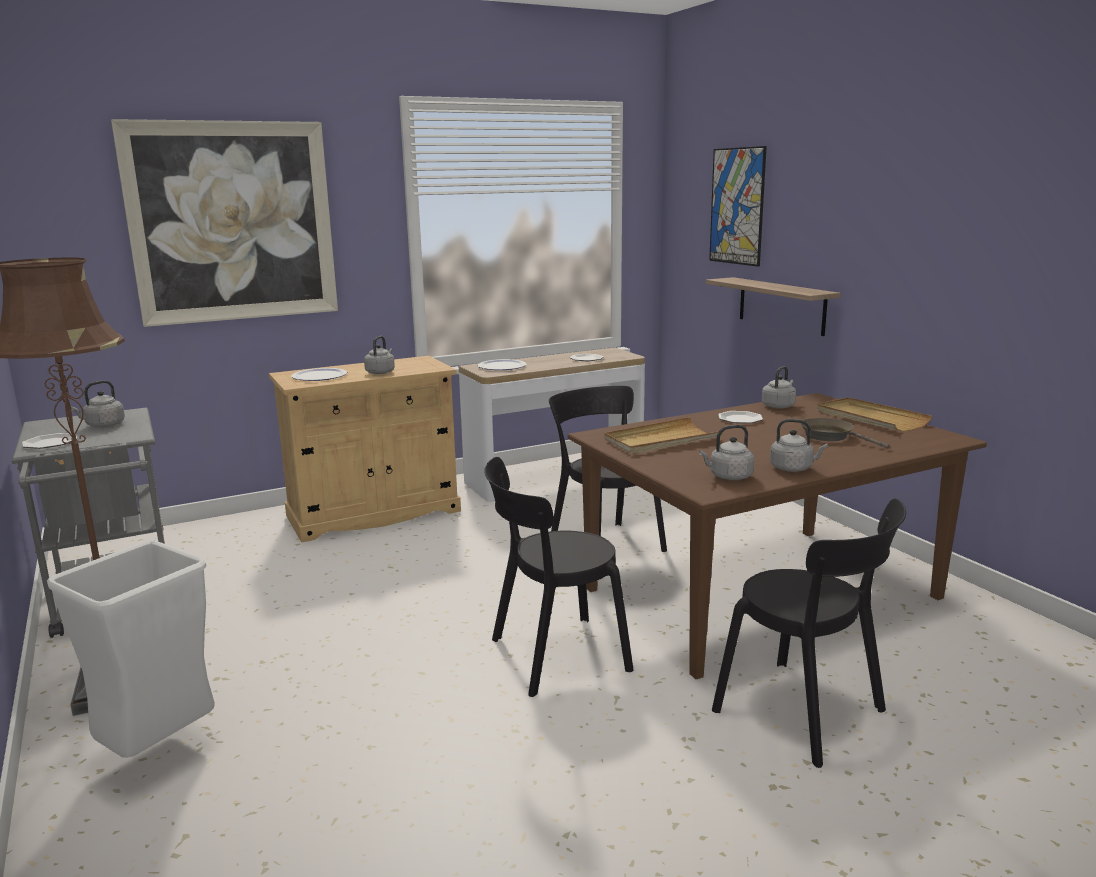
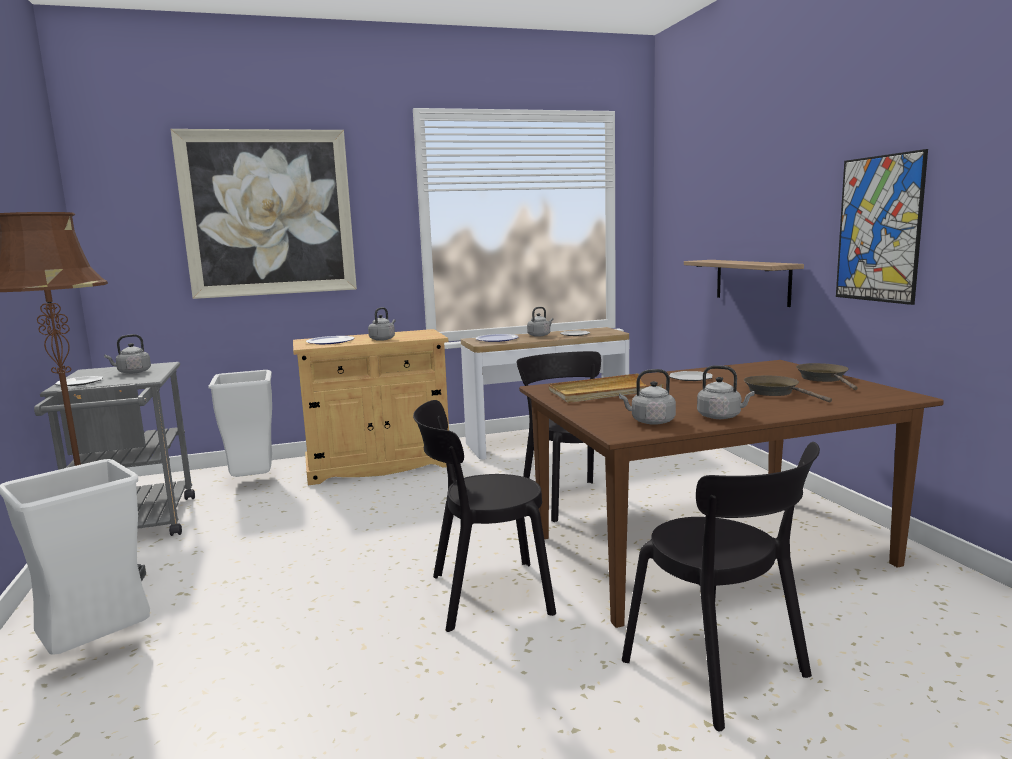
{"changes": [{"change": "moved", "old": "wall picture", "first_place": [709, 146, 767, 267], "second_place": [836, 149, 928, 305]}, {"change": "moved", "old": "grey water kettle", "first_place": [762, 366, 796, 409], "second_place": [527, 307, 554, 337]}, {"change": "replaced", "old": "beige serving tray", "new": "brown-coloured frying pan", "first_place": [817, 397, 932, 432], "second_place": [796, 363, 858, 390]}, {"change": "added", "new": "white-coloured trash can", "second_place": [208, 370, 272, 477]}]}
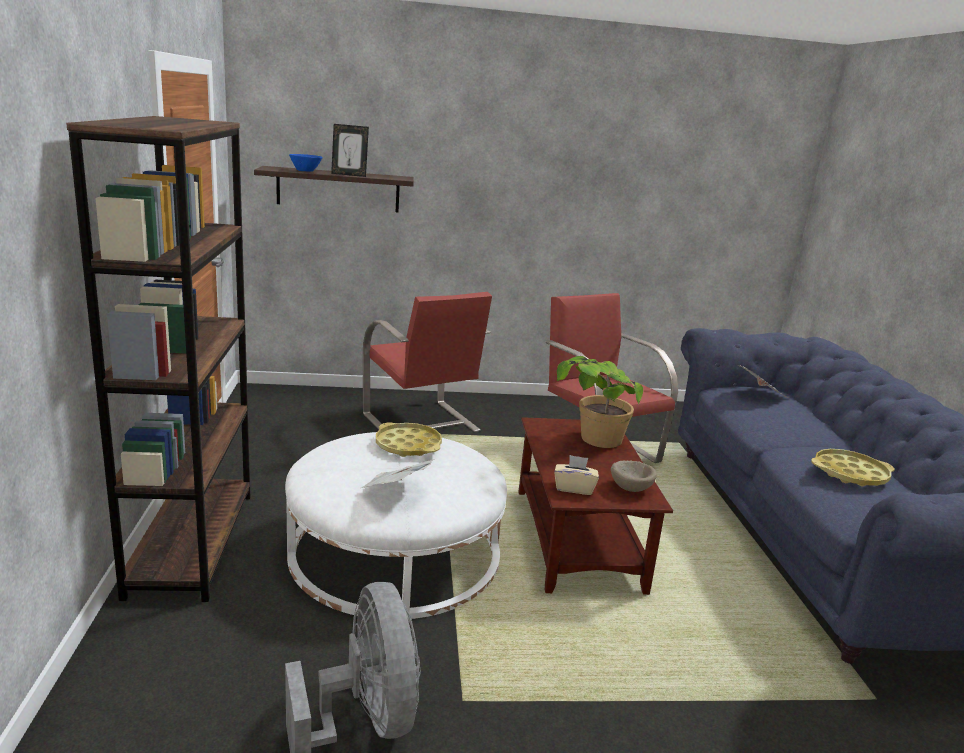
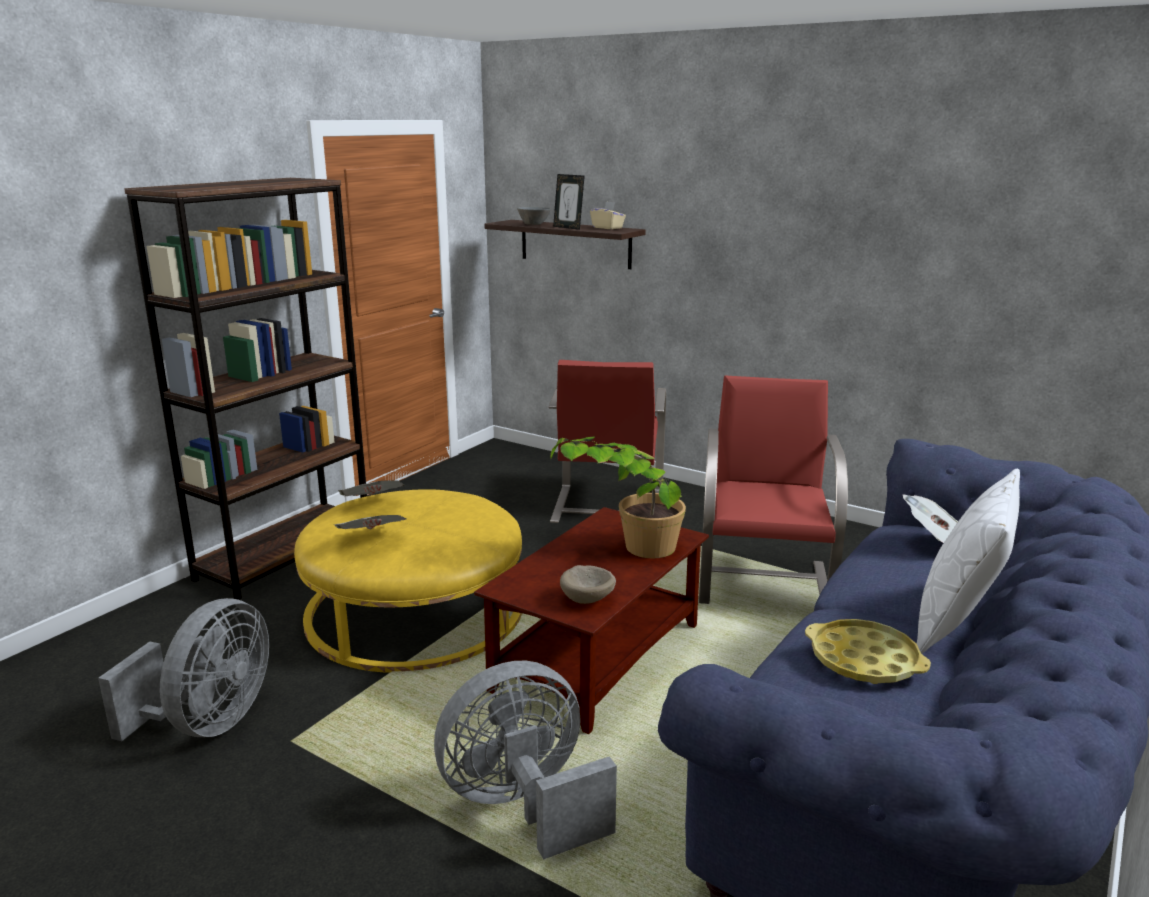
{"changes": [{"change": "recoloured", "old": "blue-coloured deep dish", "new": "grey deep dish", "first_place": [289, 154, 323, 172], "second_place": [517, 207, 551, 225]}, {"change": "removed", "old": "yellow serving tray", "first_place": [376, 422, 442, 457]}, {"change": "recoloured", "old": "white-coloured ottoman", "new": "yellow ottoman", "first_place": [285, 432, 507, 619], "second_place": [294, 489, 522, 673]}, {"change": "moved", "old": "beige box of tissues", "first_place": [554, 455, 599, 495], "second_place": [590, 201, 626, 229]}, {"change": "added", "new": "white-coloured throw pillow", "second_place": [917, 468, 1020, 654]}, {"change": "added", "new": "printed paper", "second_place": [338, 480, 404, 496]}, {"change": "added", "new": "grey cooling fan", "second_place": [434, 661, 617, 860]}]}
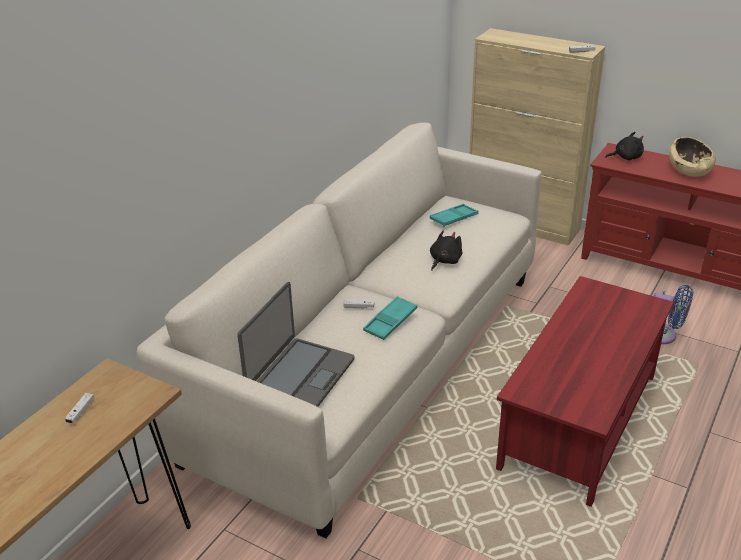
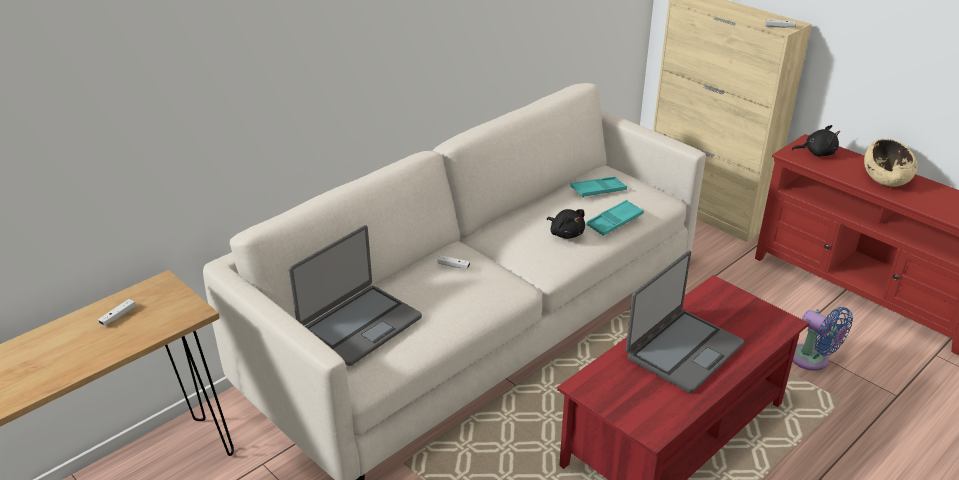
{"changes": [{"change": "turned", "old": "black-coloured soft toy", "first_place": [430, 230, 463, 271], "second_place": [547, 209, 585, 239], "degrees": 90}, {"change": "moved", "old": "turquoise-coloured serving tray", "first_place": [363, 296, 417, 340], "second_place": [586, 200, 644, 236]}, {"change": "added", "new": "portable computer", "second_place": [626, 251, 744, 393]}]}
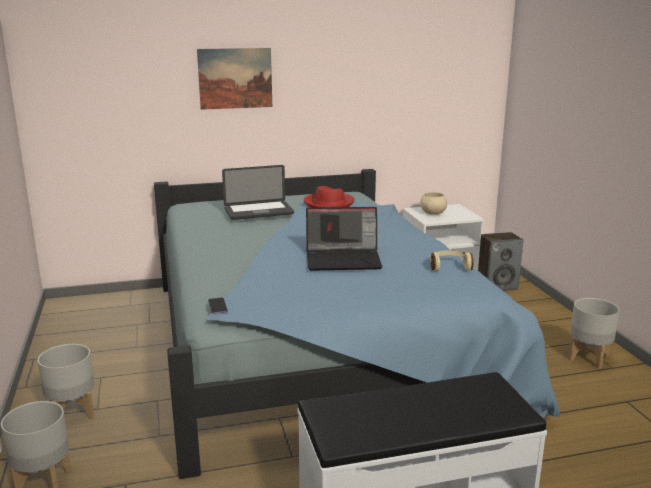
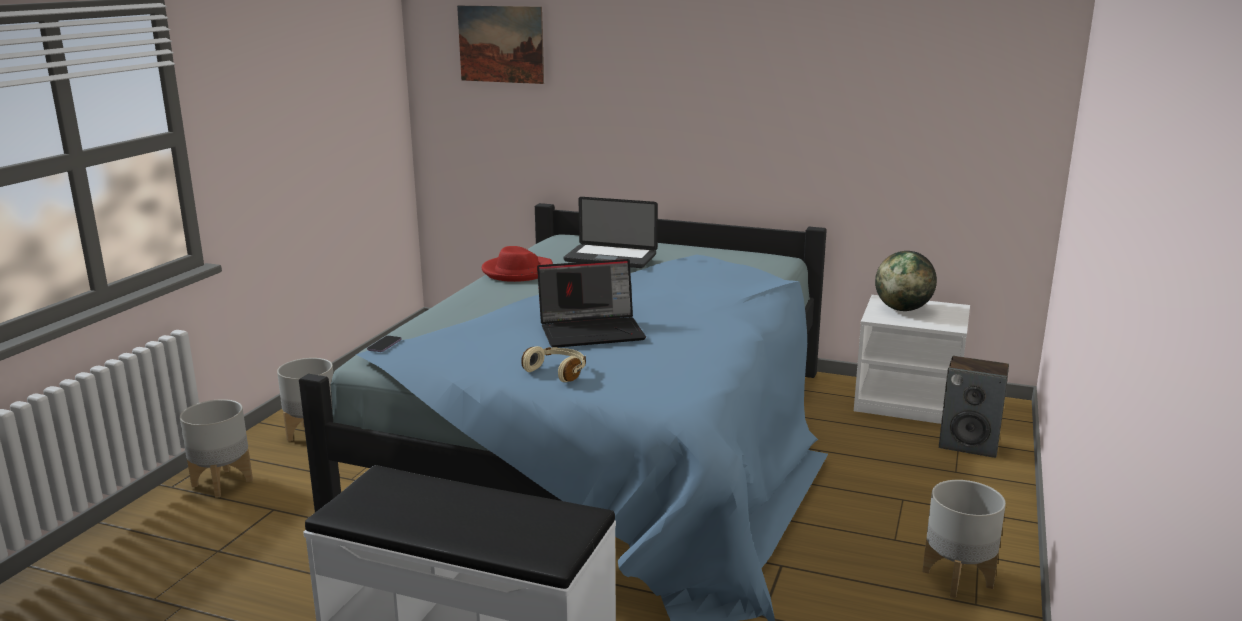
{"changes": [{"change": "moved", "old": "wall picture", "first_place": [197, 48, 272, 110], "second_place": [457, 5, 544, 84]}, {"change": "moved", "old": "reddish hat", "first_place": [304, 186, 355, 208], "second_place": [482, 246, 553, 282]}, {"change": "replaced", "old": "beige deep dish", "new": "globe", "first_place": [420, 192, 447, 214], "second_place": [875, 251, 937, 311]}, {"change": "turned", "old": "portable computer", "first_place": [306, 207, 382, 271], "second_place": [537, 259, 646, 348], "degrees": -45}, {"change": "moved", "old": "beige pair of headphones", "first_place": [430, 250, 473, 271], "second_place": [521, 346, 586, 382]}]}
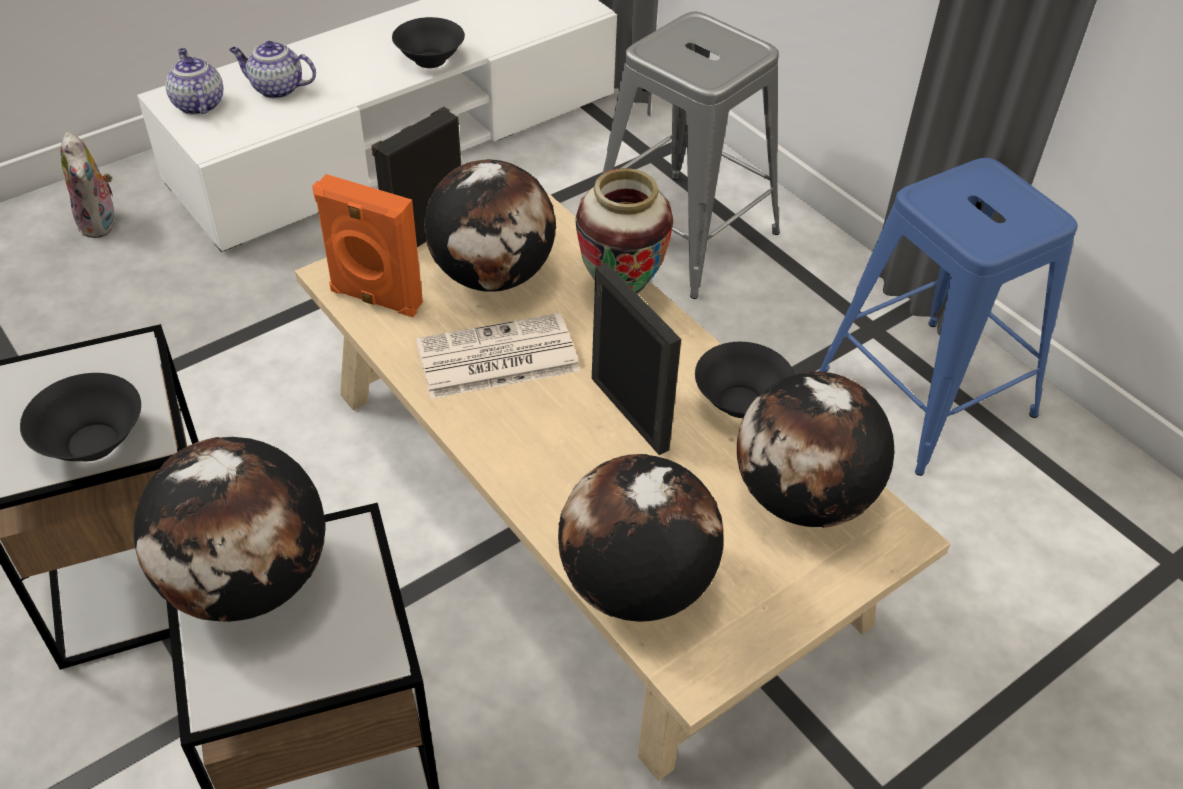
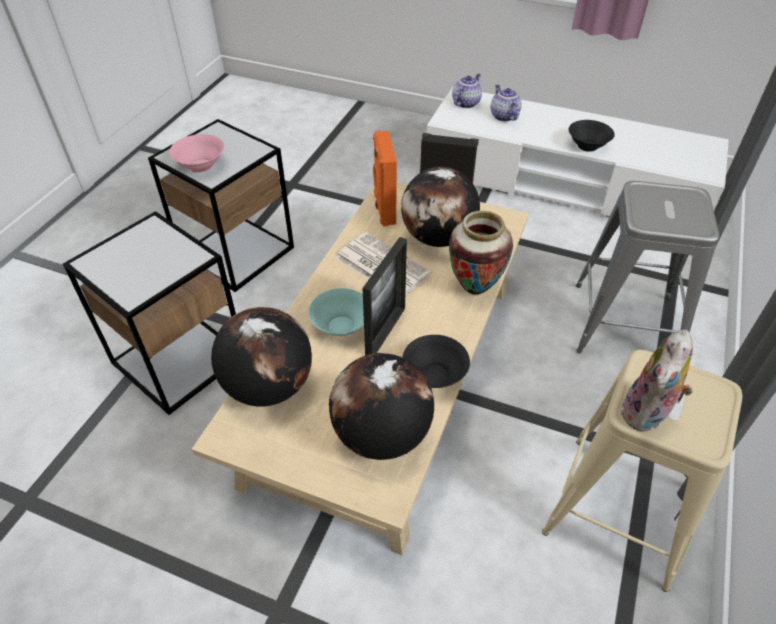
{"changes": [{"change": "moved", "old": "soft toy", "first_place": [61, 132, 115, 238], "second_place": [621, 329, 693, 432]}, {"change": "recoloured", "old": "blue-coloured stool seat", "new": "beige stool seat", "first_place": [819, 158, 1078, 476], "second_place": [542, 350, 743, 592]}, {"change": "recoloured", "old": "black-coloured deep dish", "new": "pinkish deep dish", "first_place": [20, 373, 141, 461], "second_place": [169, 134, 224, 173]}, {"change": "removed", "old": "globe", "first_place": [134, 437, 326, 622]}, {"change": "added", "new": "turquoise-coloured deep dish", "second_place": [308, 288, 364, 336]}]}
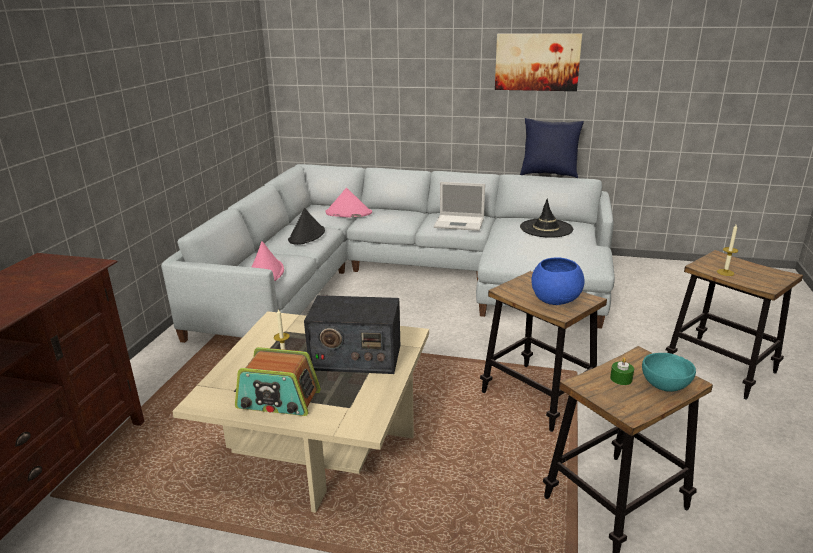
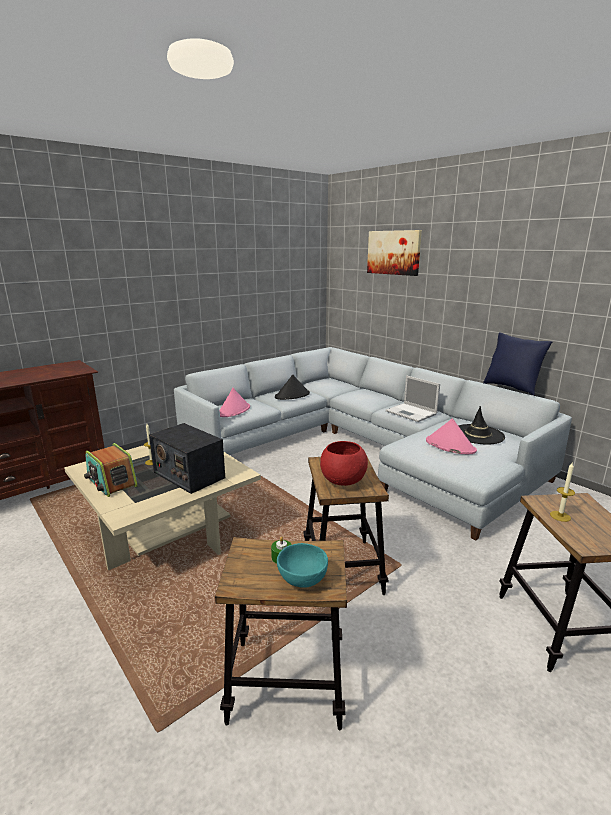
{"changes": [{"change": "moved", "old": "wall picture", "first_place": [495, 33, 582, 91], "second_place": [367, 230, 422, 276]}, {"change": "moved", "old": "pinkish hat", "first_place": [326, 188, 372, 218], "second_place": [426, 418, 477, 454]}, {"change": "recoloured", "old": "blue-coloured deep dish", "new": "reddish deep dish", "first_place": [531, 257, 585, 305], "second_place": [320, 441, 368, 486]}]}
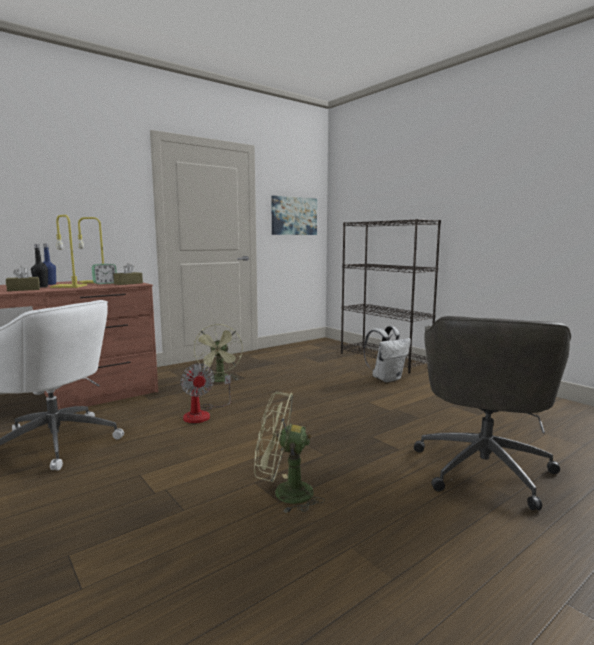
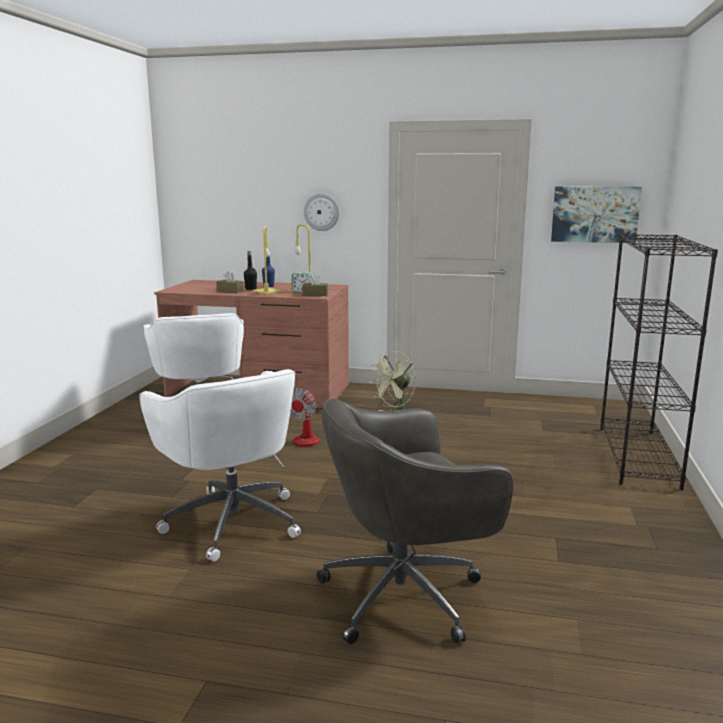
{"changes": [{"change": "removed", "old": "white-coloured knapsack", "first_place": [364, 326, 411, 382]}, {"change": "replaced", "old": "green-coloured cooling fan", "new": "white-coloured office chair", "first_place": [254, 392, 325, 513], "second_place": [139, 369, 301, 562]}, {"change": "added", "new": "clock on the wall", "second_place": [304, 193, 339, 231]}]}
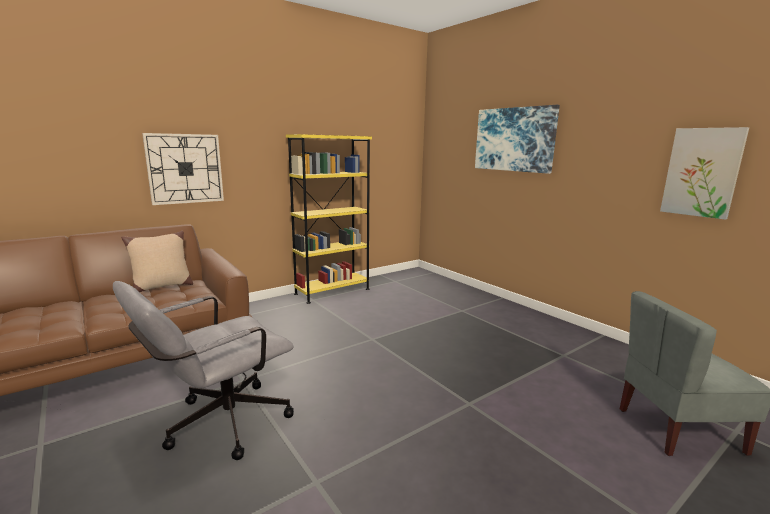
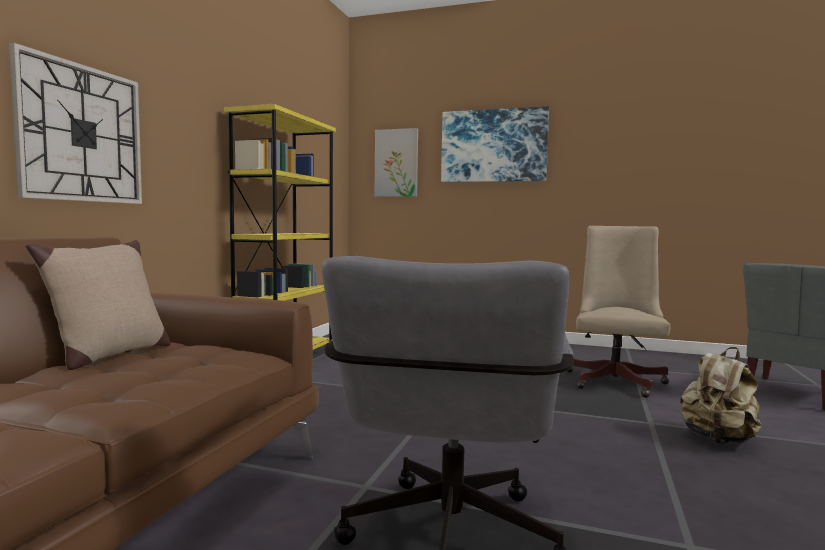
{"changes": [{"change": "moved", "old": "wall picture", "first_place": [660, 127, 749, 220], "second_place": [375, 128, 418, 197]}, {"change": "added", "new": "beige office chair", "second_place": [567, 226, 670, 398]}, {"change": "added", "new": "beige knapsack", "second_place": [680, 347, 762, 445]}]}
